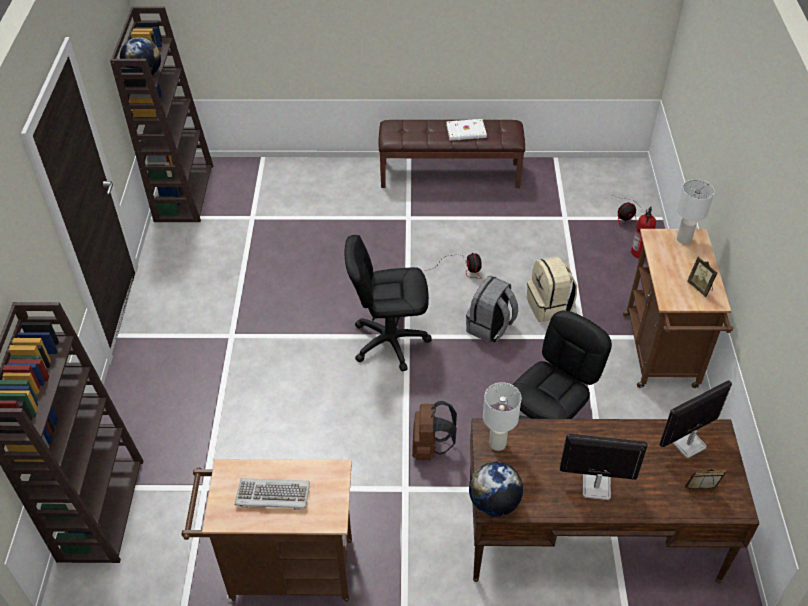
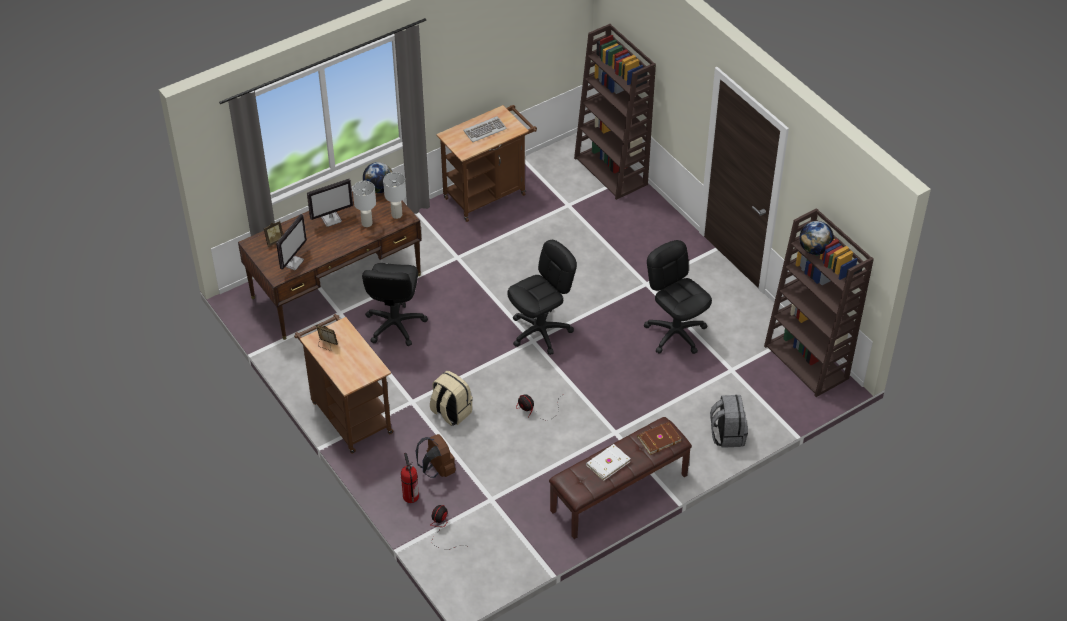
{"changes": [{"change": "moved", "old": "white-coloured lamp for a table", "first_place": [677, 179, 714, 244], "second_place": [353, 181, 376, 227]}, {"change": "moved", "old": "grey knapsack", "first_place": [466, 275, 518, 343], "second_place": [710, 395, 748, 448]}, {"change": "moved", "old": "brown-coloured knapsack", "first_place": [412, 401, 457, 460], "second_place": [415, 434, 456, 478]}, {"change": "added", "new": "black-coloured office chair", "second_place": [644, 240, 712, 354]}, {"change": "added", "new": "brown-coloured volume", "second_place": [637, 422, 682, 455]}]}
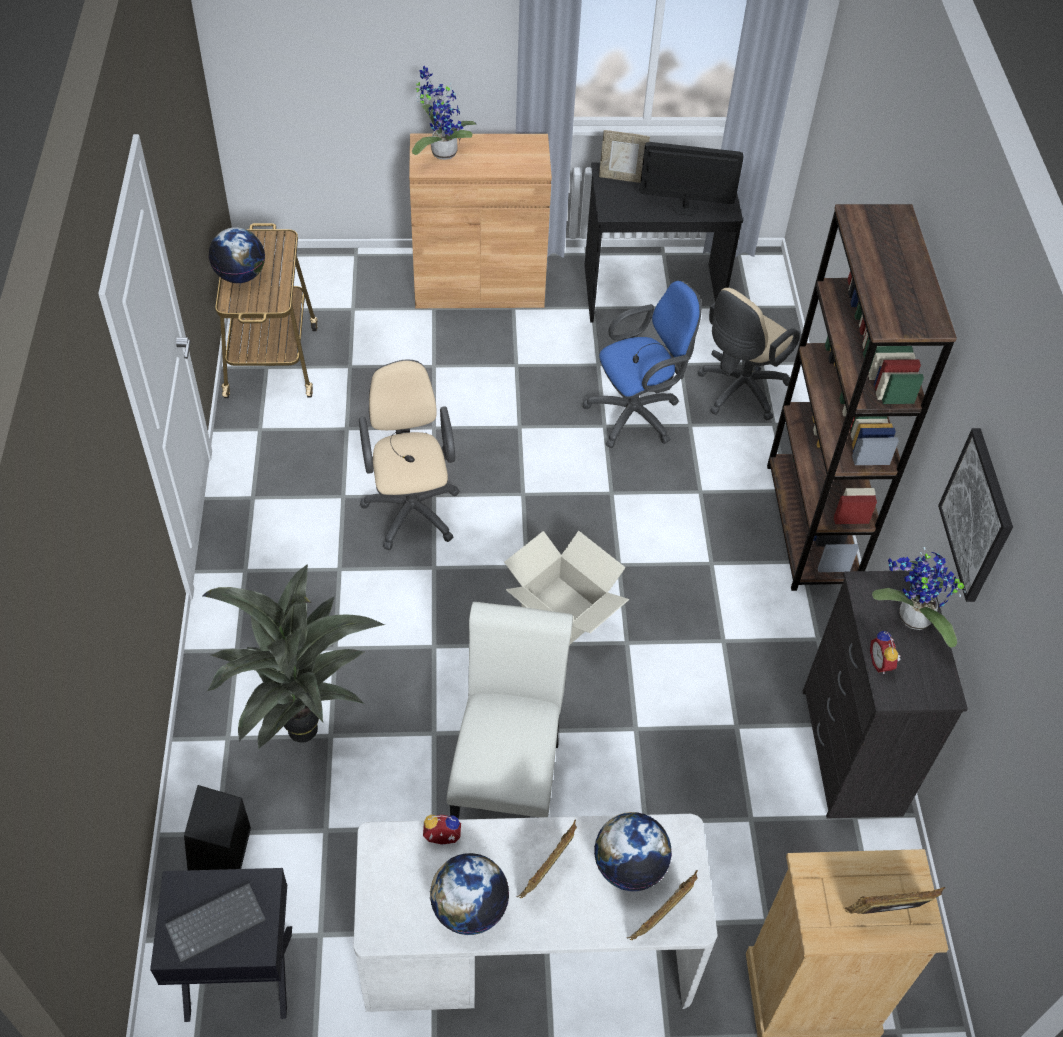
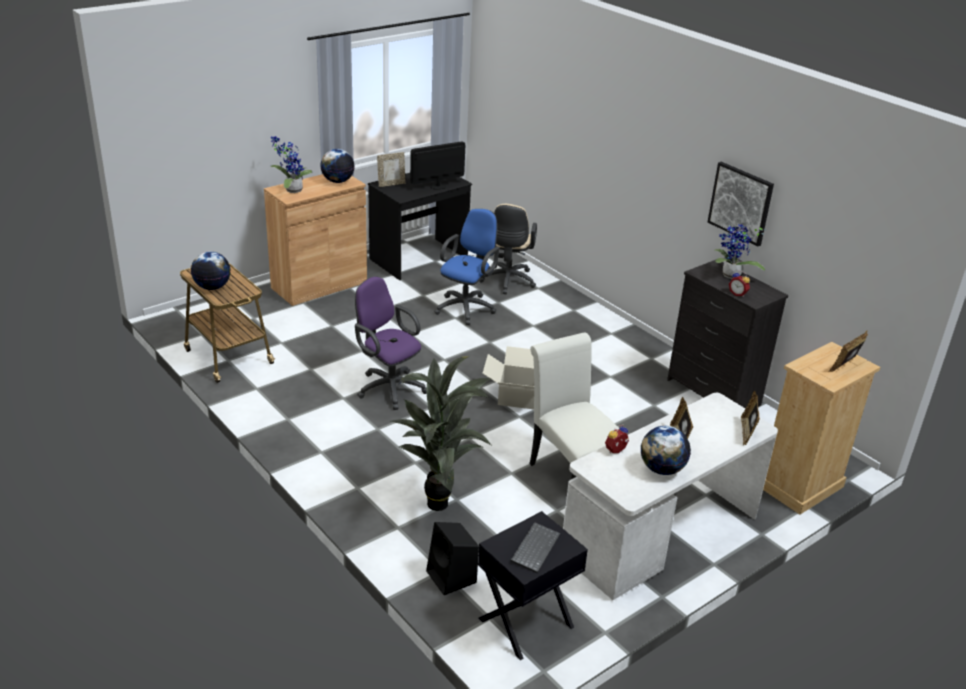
{"changes": [{"change": "removed", "old": "brown-coloured shelving unit", "first_place": [767, 204, 957, 591]}, {"change": "recoloured", "old": "beige office chair", "new": "purplish office chair", "first_place": [359, 360, 460, 550], "second_place": [355, 276, 427, 410]}, {"change": "moved", "old": "globe", "first_place": [595, 812, 672, 891], "second_place": [320, 149, 355, 183]}]}
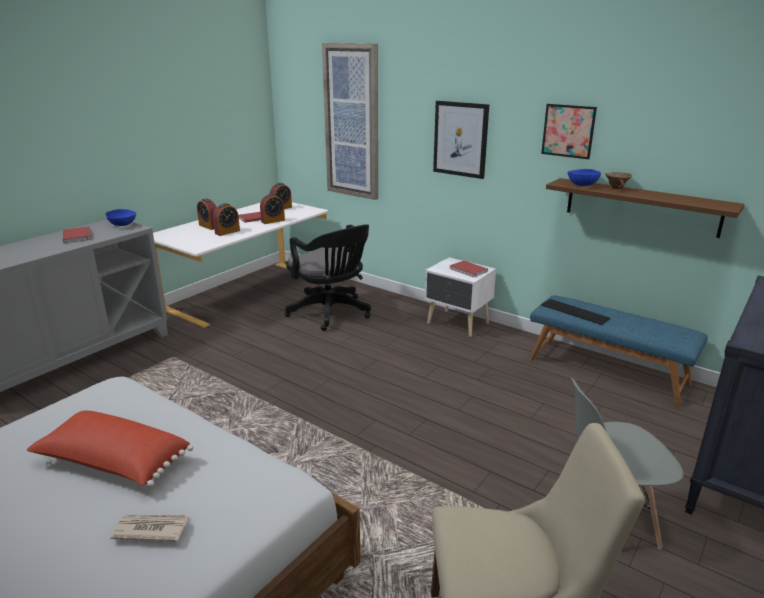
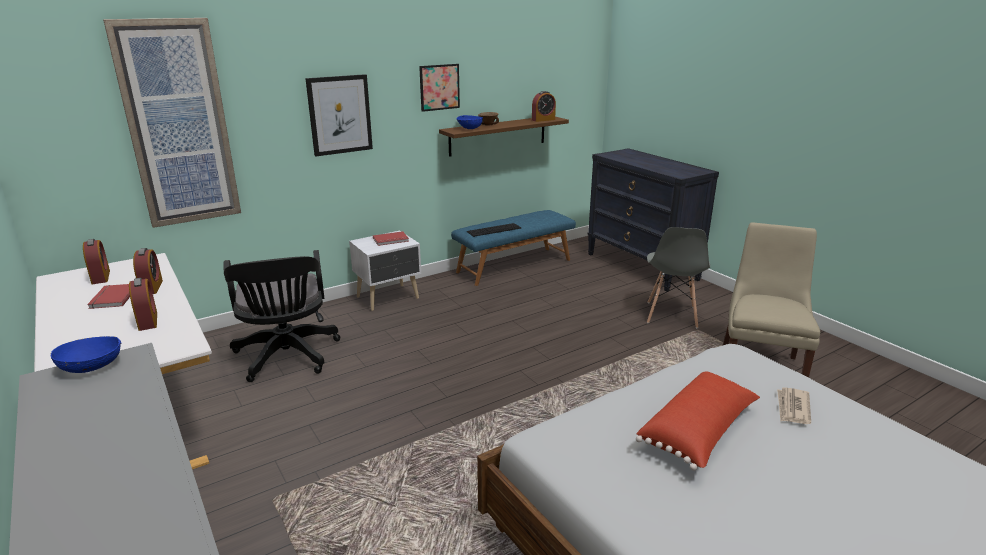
{"changes": [{"change": "moved", "old": "bedside clock", "first_place": [197, 198, 217, 230], "second_place": [532, 91, 556, 122]}, {"change": "turned", "old": "black-coloured office chair", "first_place": [285, 225, 371, 331], "second_place": [223, 250, 340, 382], "degrees": 90}, {"change": "removed", "old": "reddish volume", "first_place": [63, 226, 91, 243]}]}
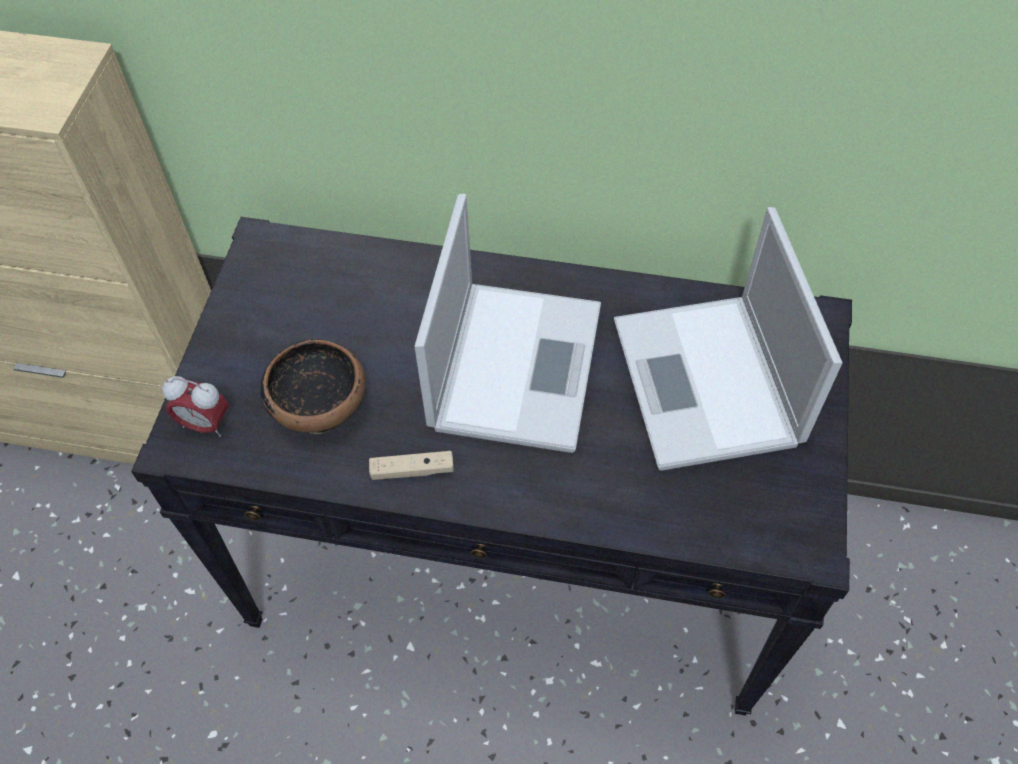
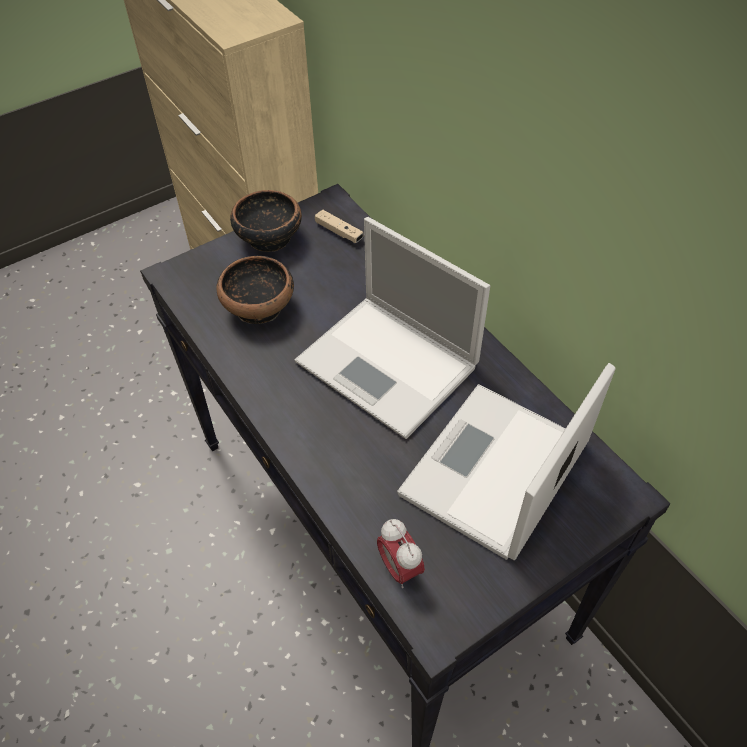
{"changes": [{"change": "turned", "old": "portable computer", "first_place": [414, 194, 601, 453], "second_place": [295, 217, 490, 439], "degrees": 75}, {"change": "moved", "old": "bedside clock", "first_place": [162, 376, 228, 437], "second_place": [377, 519, 425, 588]}, {"change": "moved", "old": "beige game controller", "first_place": [369, 451, 454, 480], "second_place": [315, 210, 363, 243]}, {"change": "added", "new": "deep dish", "second_place": [230, 190, 302, 252]}]}
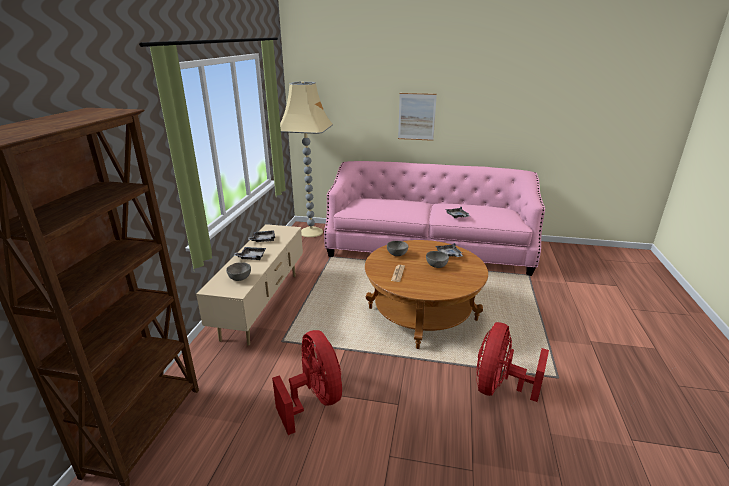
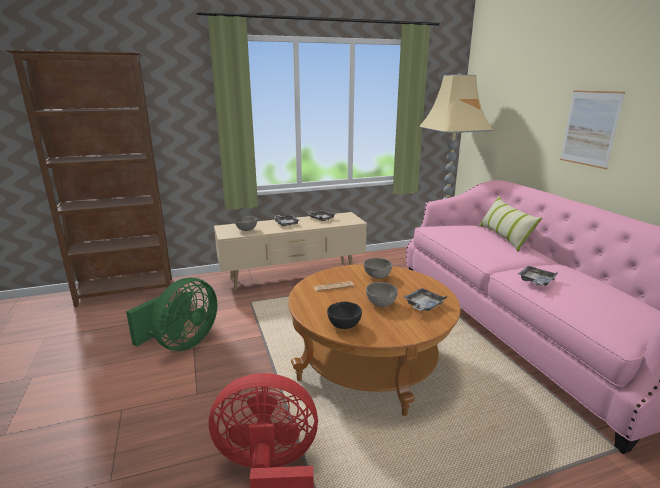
{"changes": [{"change": "recoloured", "old": "reddish cooling fan", "new": "green-coloured cooling fan", "first_place": [272, 330, 342, 435], "second_place": [126, 278, 217, 351]}, {"change": "added", "new": "throw pillow", "second_place": [479, 196, 542, 252]}, {"change": "added", "new": "black-coloured deep dish", "second_place": [327, 302, 362, 329]}]}
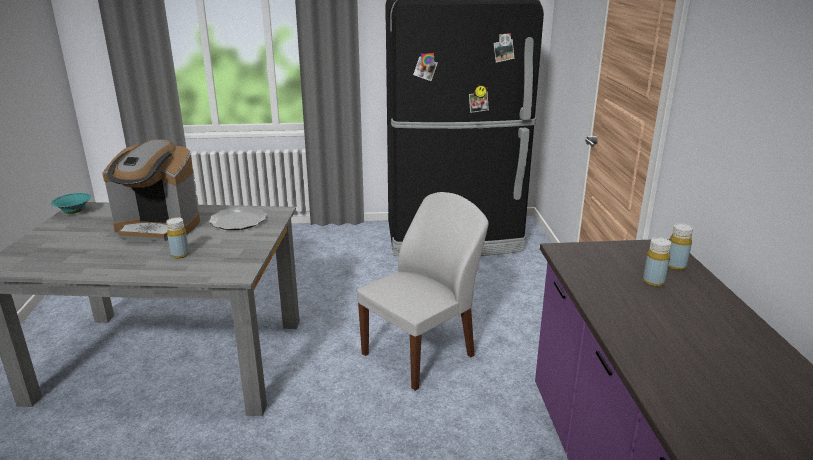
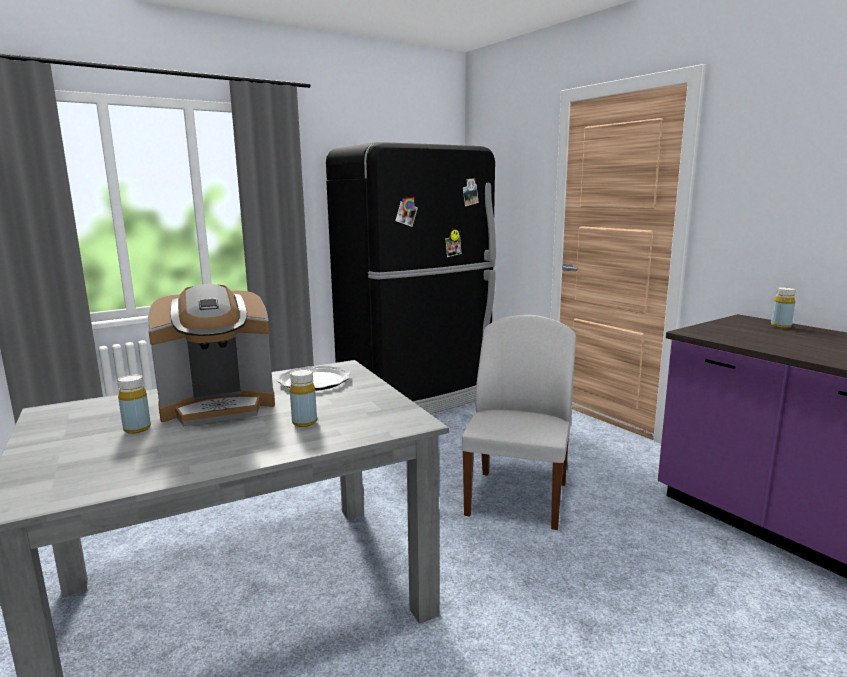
{"changes": [{"change": "removed", "old": "turquoise-coloured deep dish", "first_place": [51, 193, 91, 214]}, {"change": "moved", "old": "yellow drink bottle", "first_place": [643, 237, 671, 287], "second_place": [118, 375, 151, 434]}]}
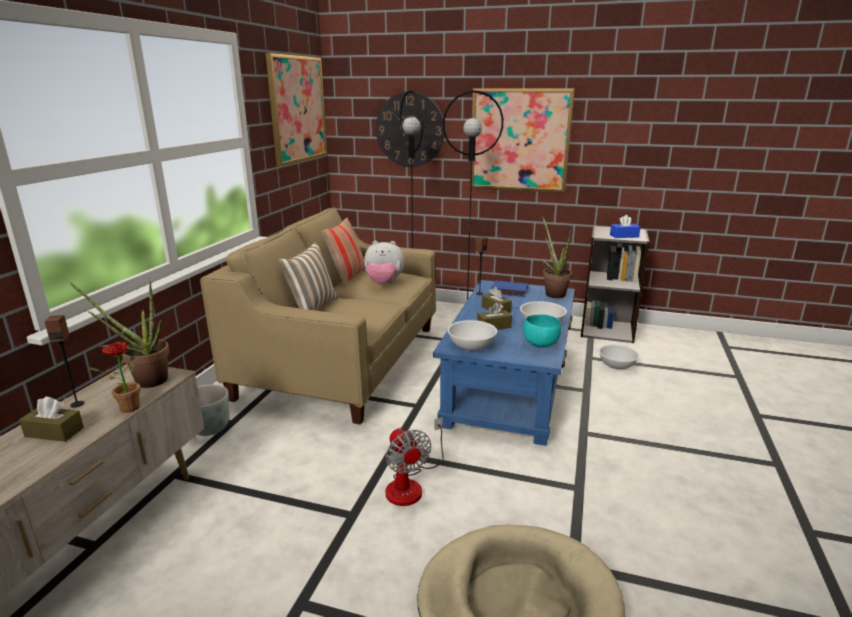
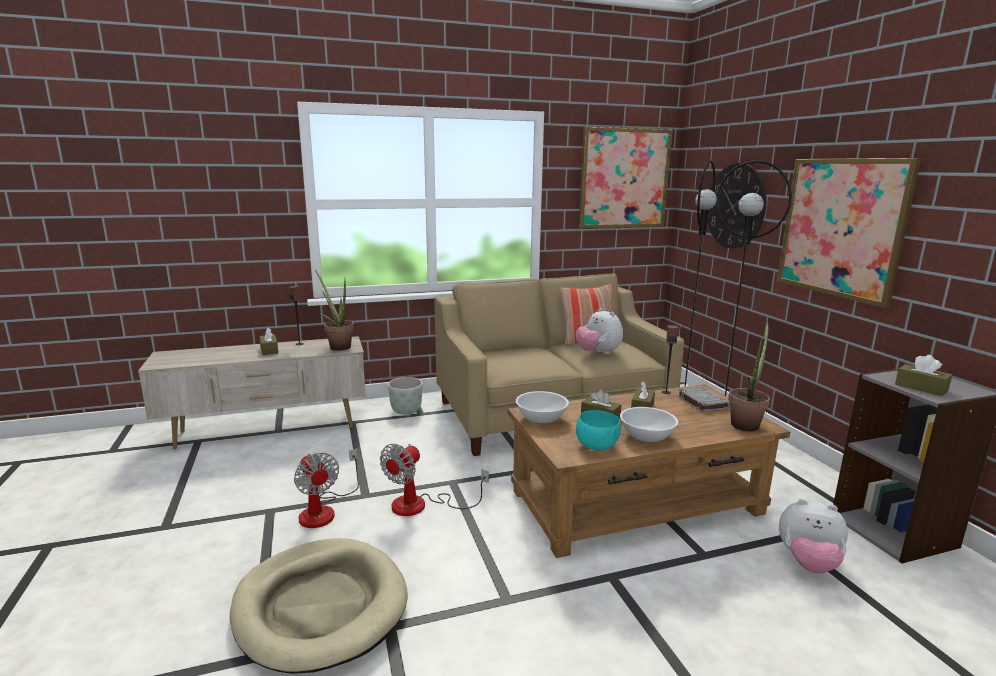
{"changes": [{"change": "recoloured", "old": "blue-coloured box of tissues", "new": "brown-coloured box of tissues", "first_place": [610, 215, 641, 238], "second_place": [895, 355, 952, 396]}, {"change": "removed", "old": "throw pillow", "first_place": [278, 242, 337, 311]}, {"change": "recoloured", "old": "blue-coloured coffee table", "new": "brown-coloured coffee table", "first_place": [433, 280, 575, 446], "second_place": [507, 384, 790, 558]}, {"change": "recoloured", "old": "blue-coloured volume", "new": "grey volume", "first_place": [491, 281, 528, 297], "second_place": [677, 387, 730, 412]}, {"change": "removed", "old": "plant in a pot", "first_place": [89, 342, 140, 413]}, {"change": "replaced", "old": "white-coloured deep dish", "new": "soft toy", "first_place": [599, 345, 640, 369], "second_place": [779, 499, 848, 573]}, {"change": "added", "new": "cooling fan", "second_place": [294, 448, 359, 528]}]}
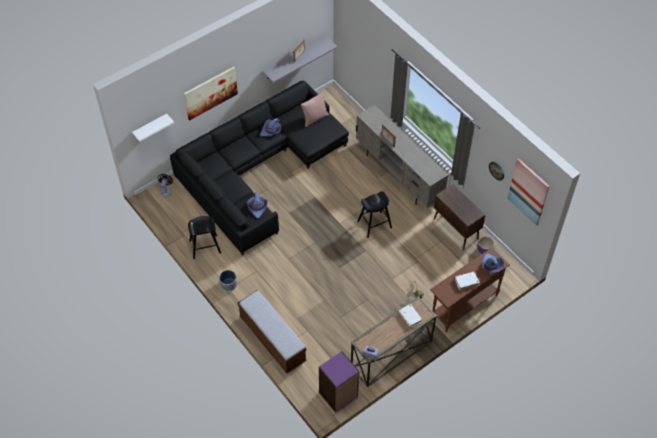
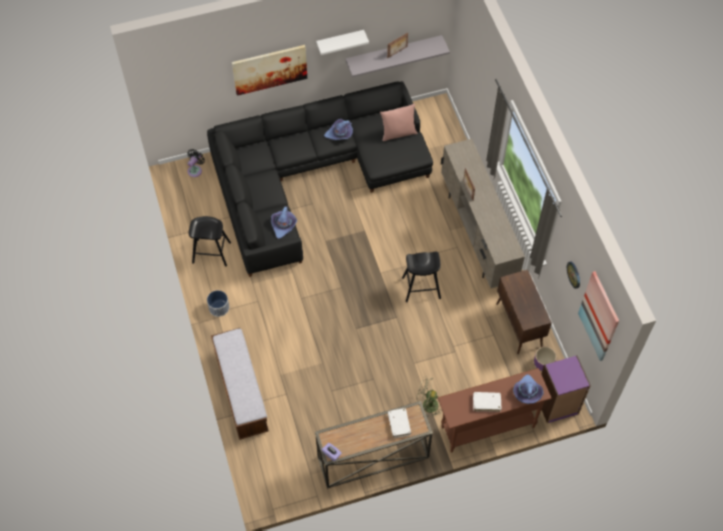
{"changes": [{"change": "moved", "old": "white-coloured bracket shelf", "first_place": [132, 114, 174, 142], "second_place": [316, 30, 369, 55]}, {"change": "moved", "old": "purplish shelving unit", "first_place": [319, 351, 359, 413], "second_place": [541, 355, 591, 423]}]}
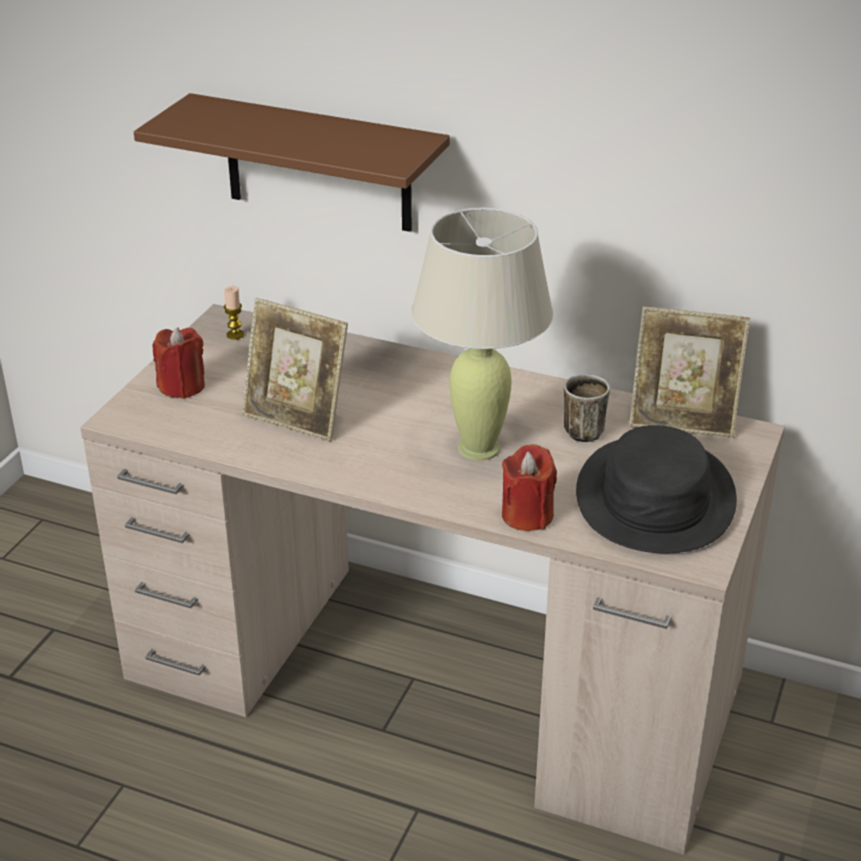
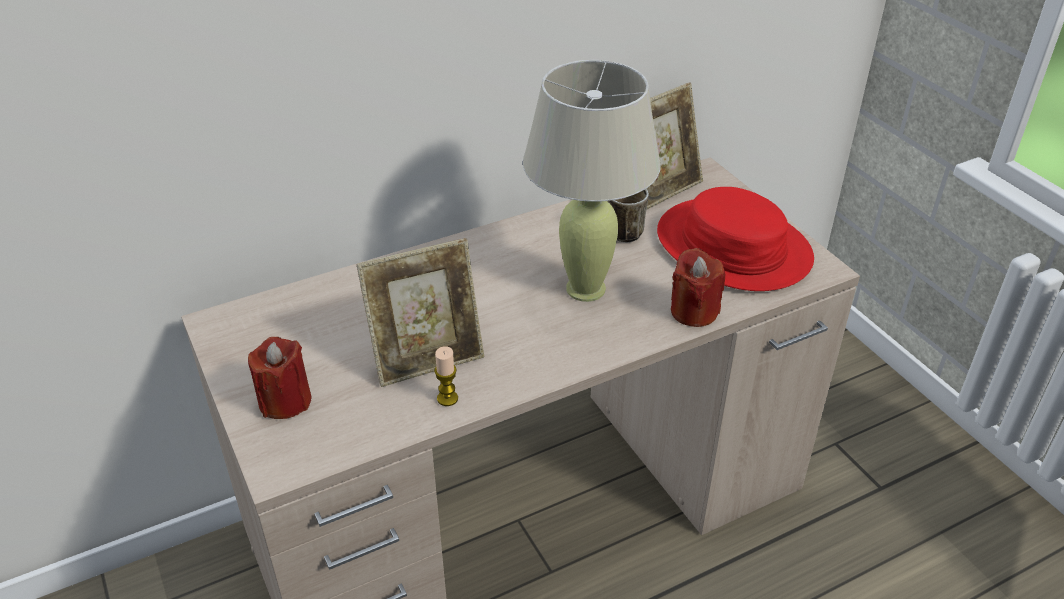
{"changes": [{"change": "removed", "old": "brown-coloured bracket shelf", "first_place": [134, 93, 450, 232]}, {"change": "moved", "old": "wax candle", "first_place": [224, 286, 244, 340], "second_place": [434, 346, 458, 406]}, {"change": "recoloured", "old": "black-coloured hat", "new": "reddish hat", "first_place": [576, 425, 737, 554], "second_place": [657, 187, 814, 291]}]}
